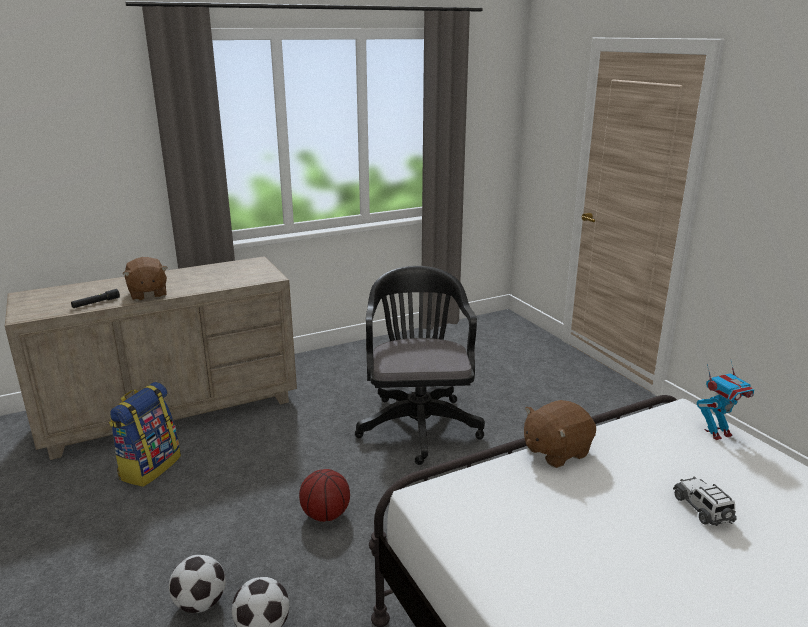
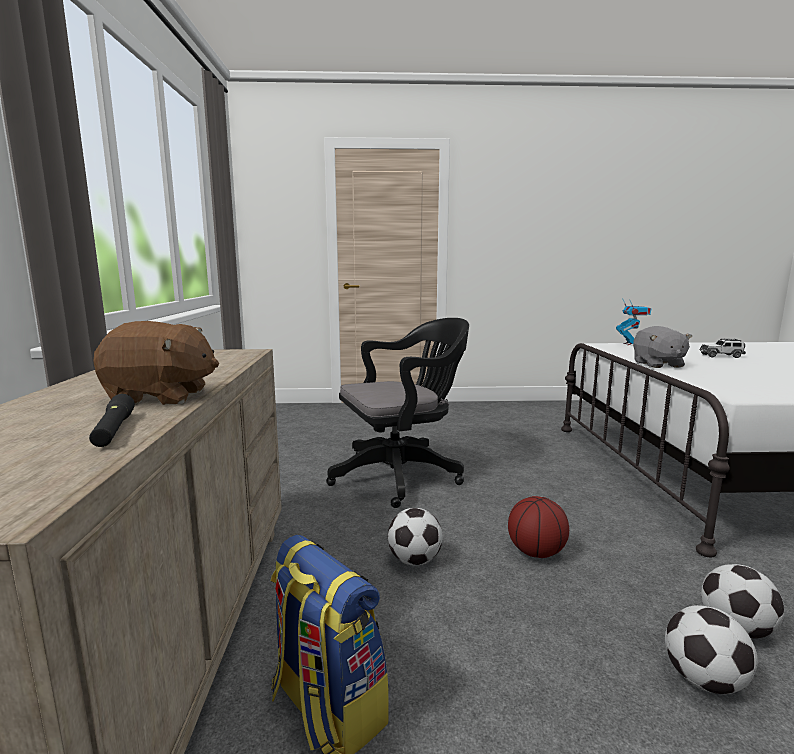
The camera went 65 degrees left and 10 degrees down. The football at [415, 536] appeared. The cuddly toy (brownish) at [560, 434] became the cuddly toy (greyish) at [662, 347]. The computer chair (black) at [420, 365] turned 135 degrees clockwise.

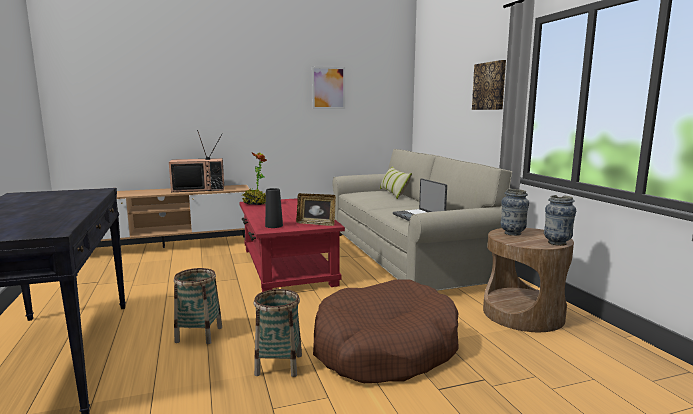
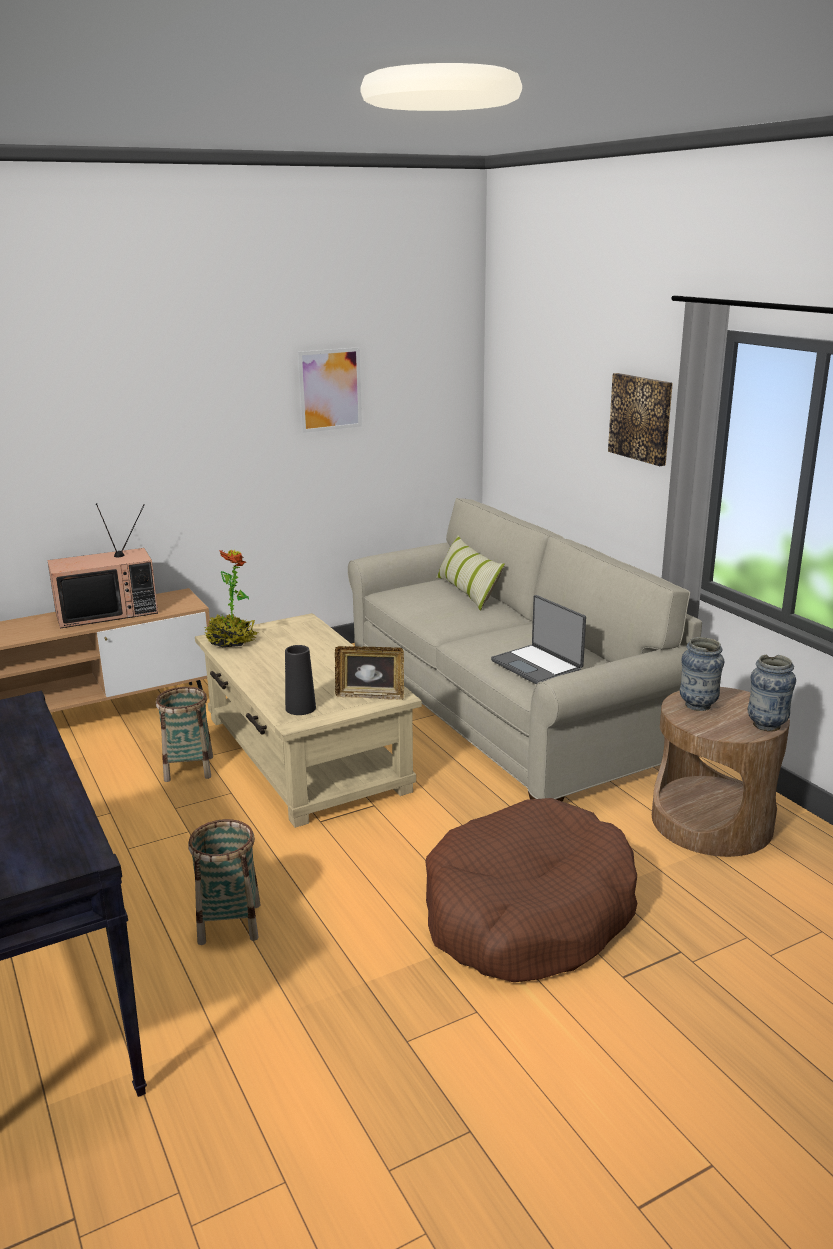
The camera went 10 degrees left and 10 degrees up. The household basket moved from [278, 333] to [184, 734]. The low table (red) at [292, 245] became the low table (beige-coloured) at [308, 720].

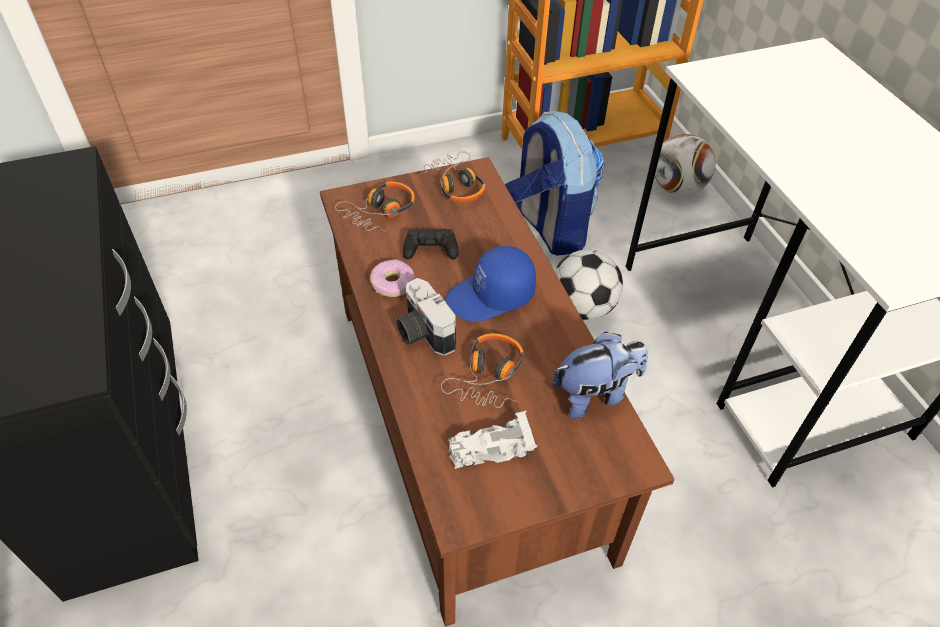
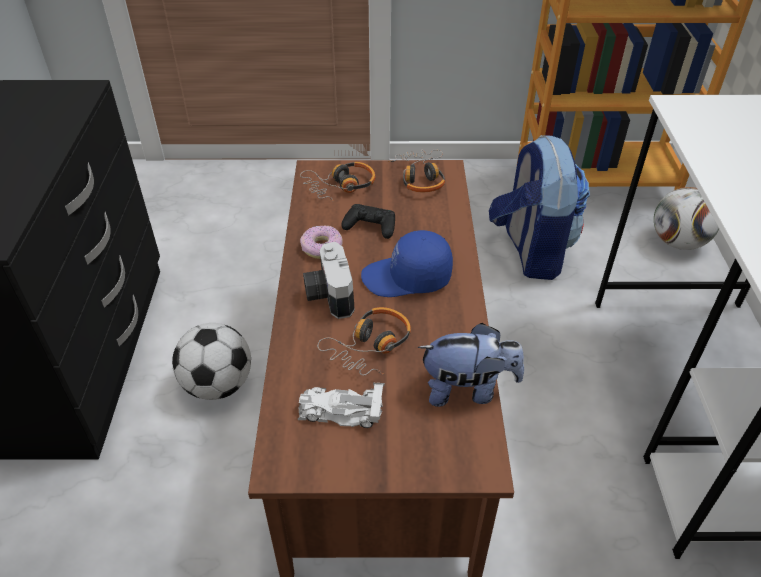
The camera went 20 degrees right and 5 degrees down. The football moved from [589, 285] to [211, 361].

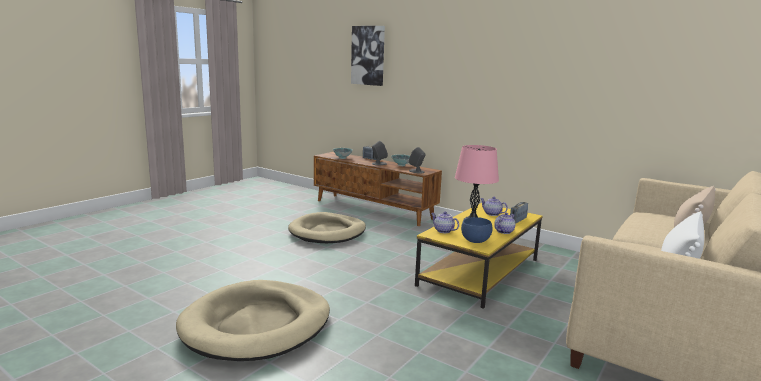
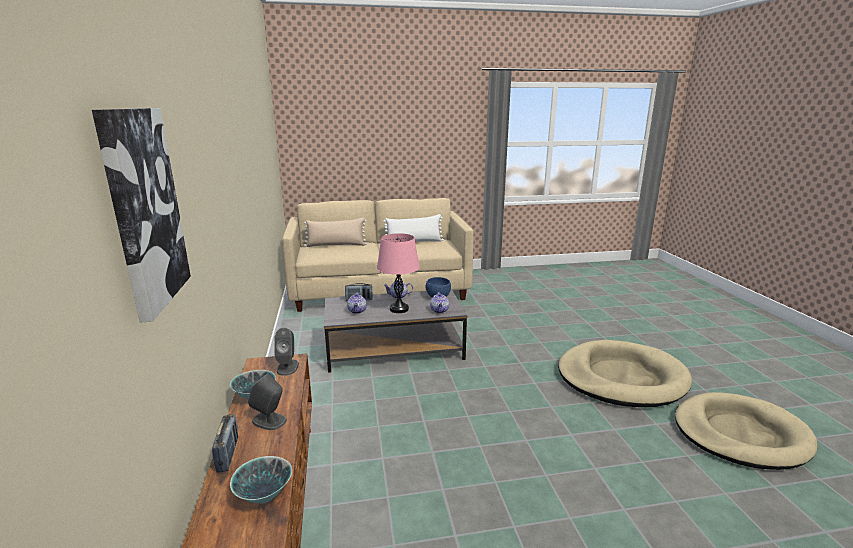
The camera went 135 degrees left and 5 degrees up. The dog bed (beige-coloured) moved from [327, 227] to [746, 431]. The low table (yellow-coloured) at [478, 256] became the low table (greyish) at [396, 331].

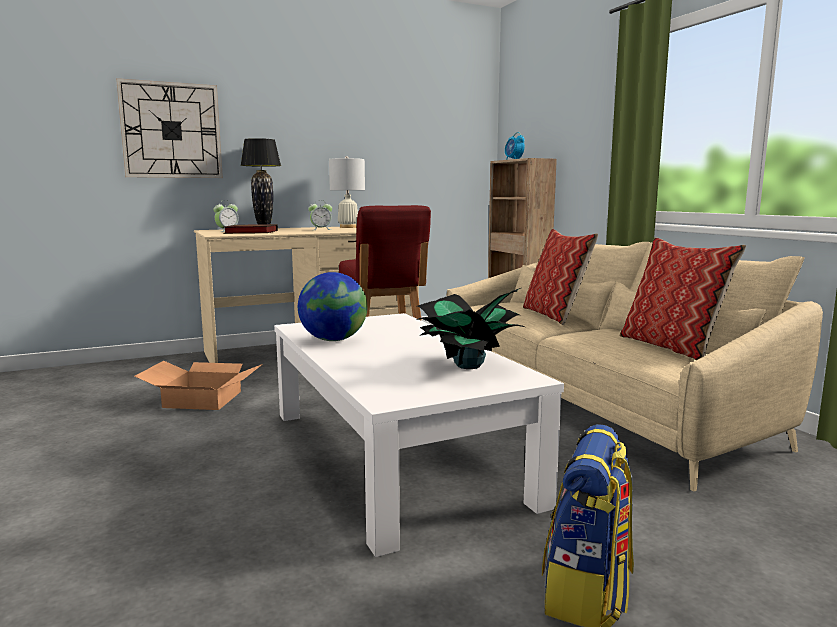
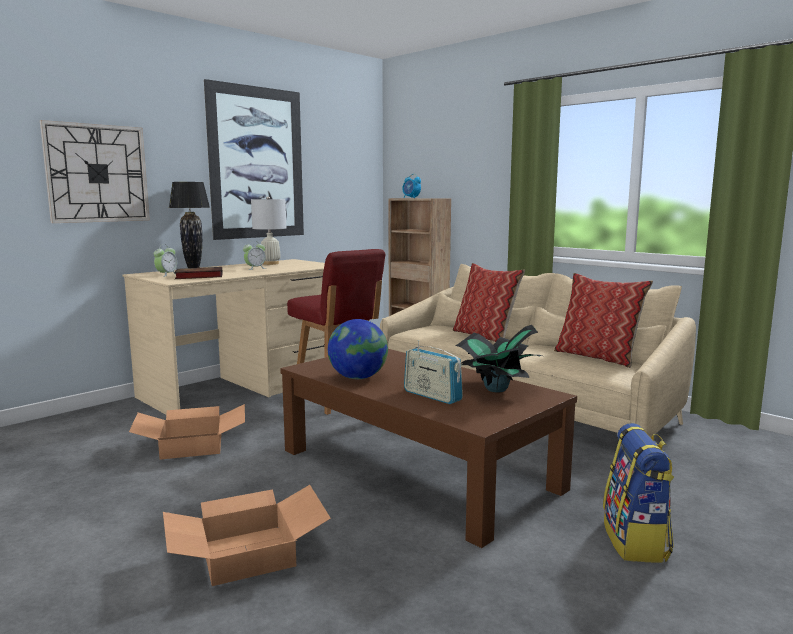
The camera went 20 degrees left and 0 degrees up. The cardboard box at [247, 535] appeared. The wall art at [254, 159] appeared. The radio at [433, 372] appeared. The low table (white) at [419, 435] became the low table (brownish) at [428, 448].

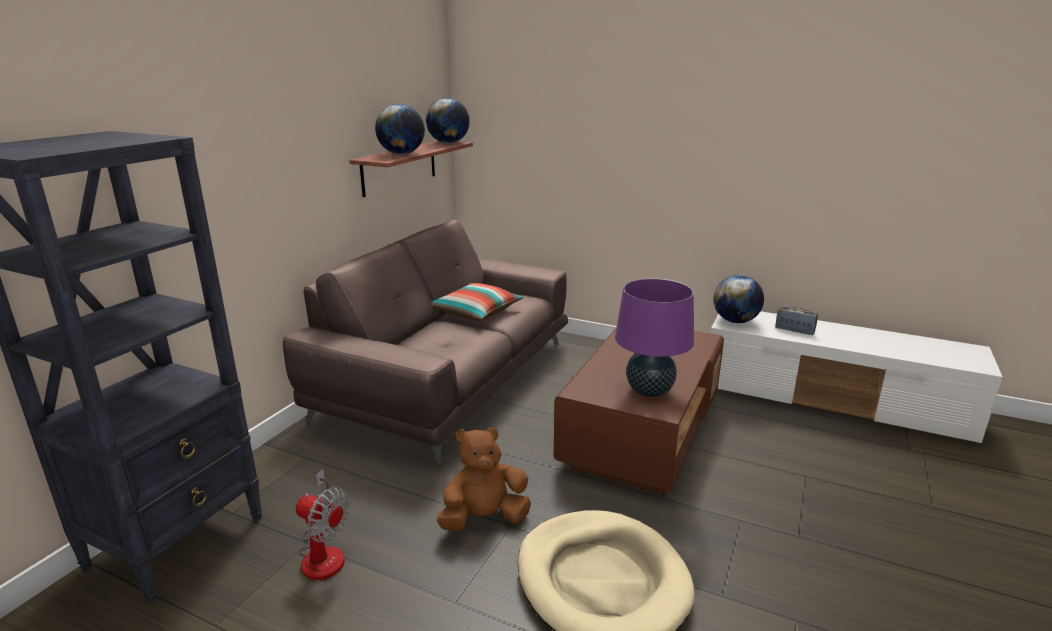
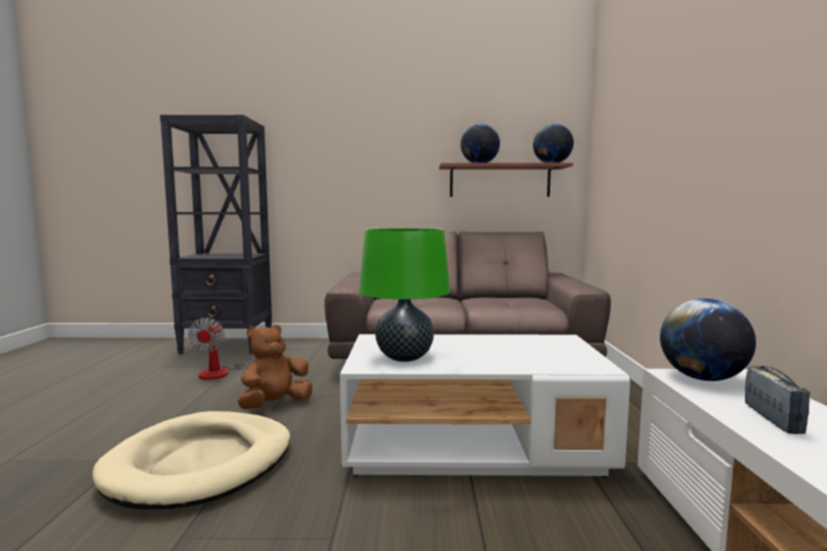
The camera went 65 degrees right and 15 degrees down. The throw pillow at [477, 302] disappeared. The low table (brownish) at [639, 411] became the low table (white) at [485, 406]. The tabletop lamp (purple) at [654, 337] became the tabletop lamp (green) at [404, 295]. The cuddly toy (brownish) at [484, 479] turned 90 degrees counterclockwise.

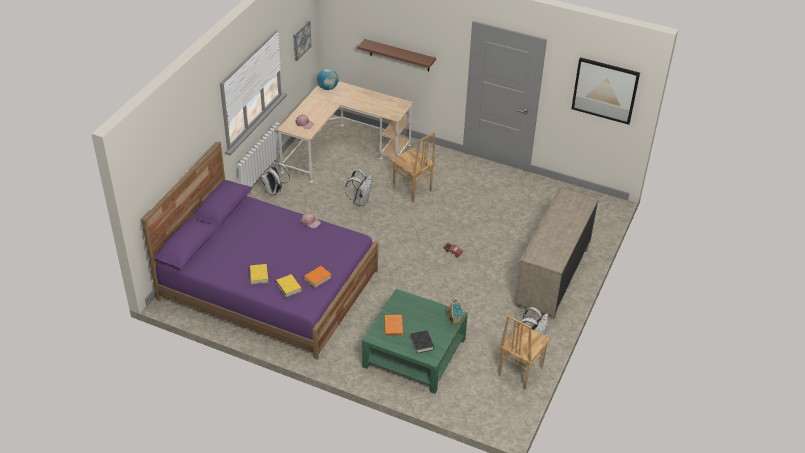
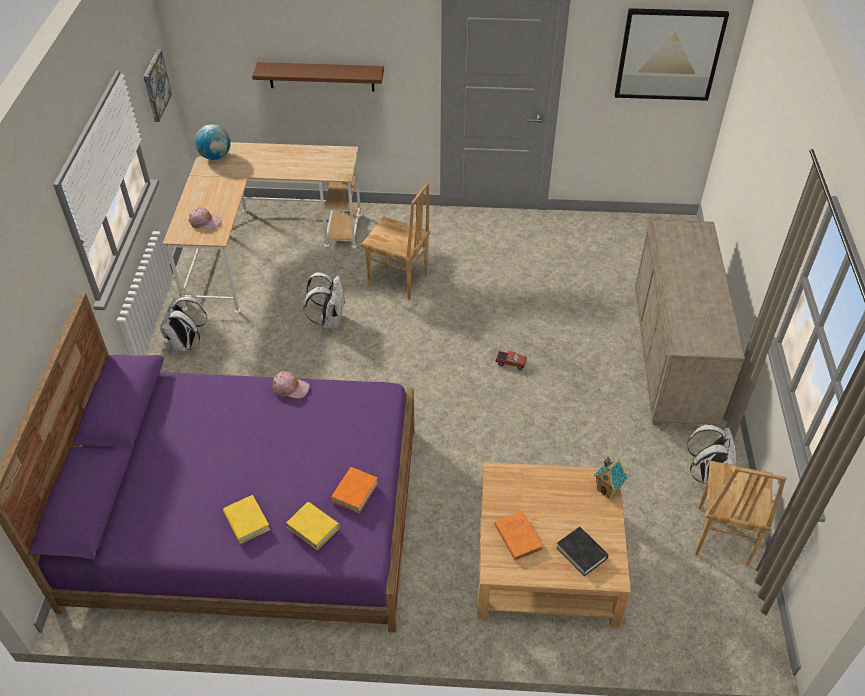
The camera went 20 degrees left and 5 degrees up. The low table (green) at [415, 341] became the low table (beige-coloured) at [554, 544].

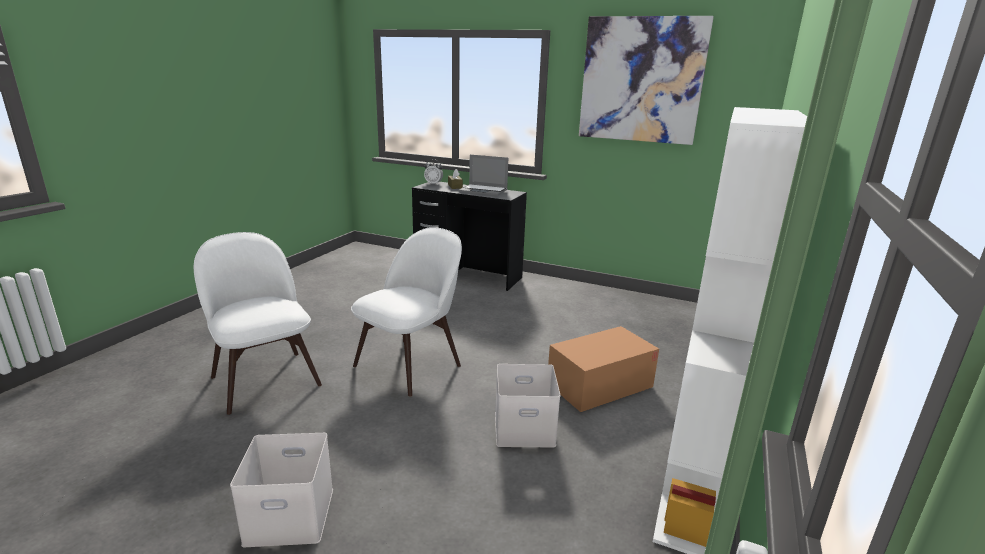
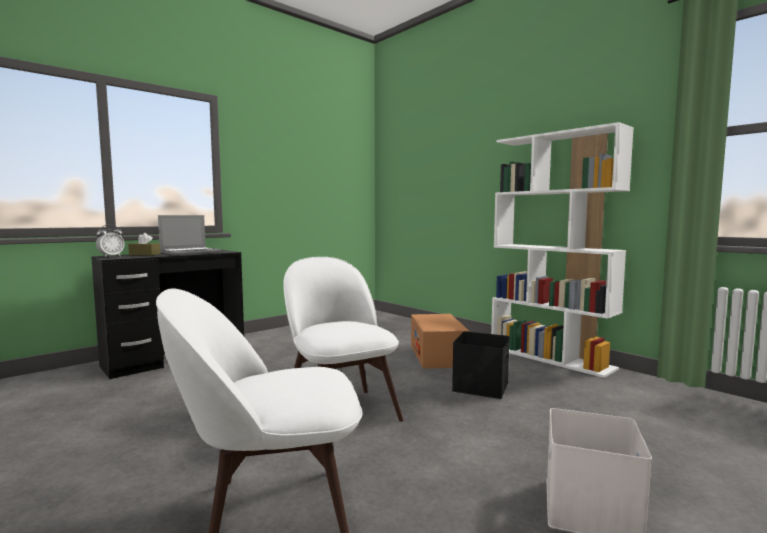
The camera went 65 degrees left and 15 degrees down. The wall art at [646, 80] disappeared. The storage container (white) at [527, 405] became the storage container (black) at [481, 365].

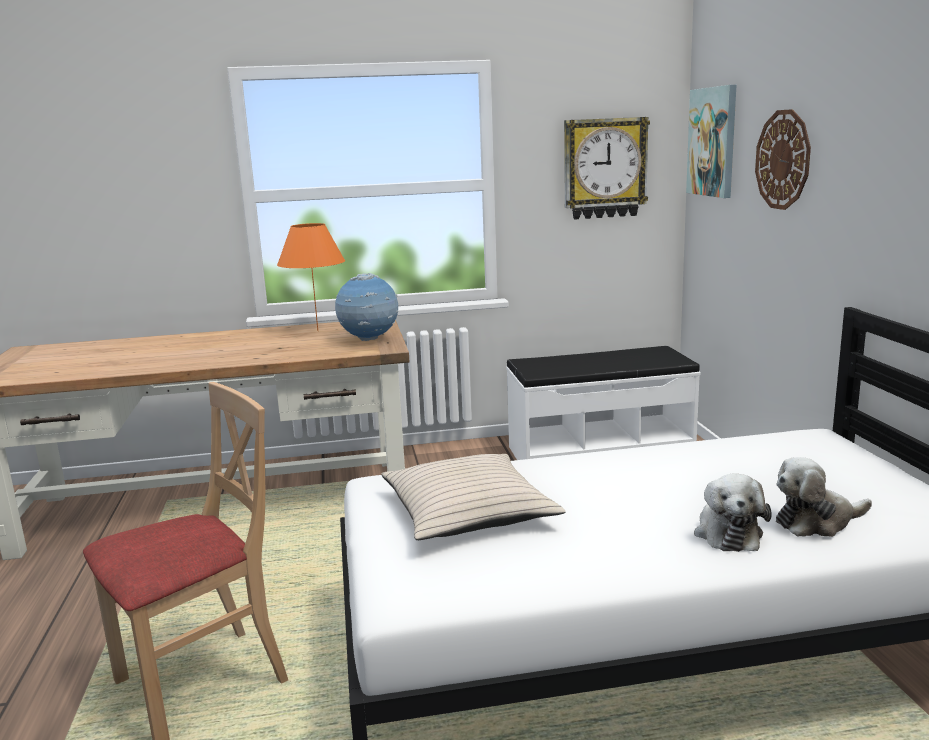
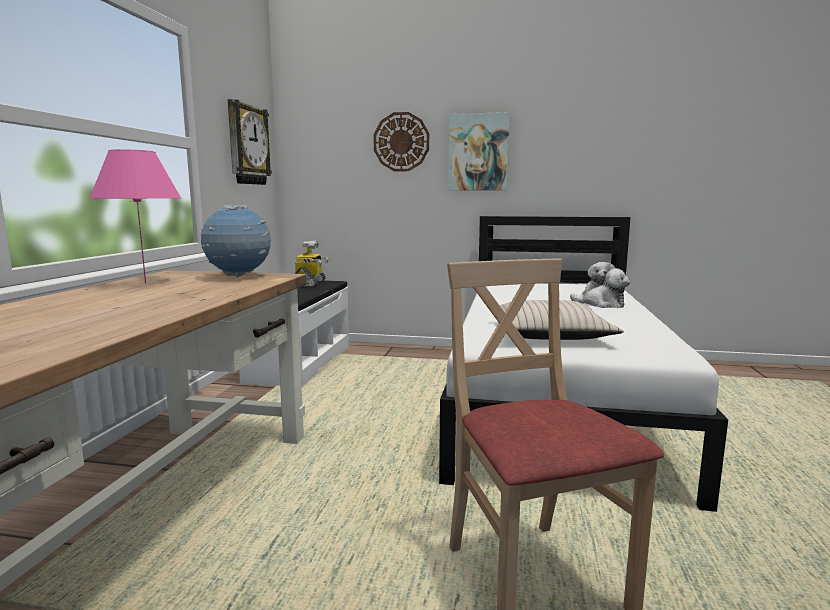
The camera went 70 degrees left and 5 degrees down. The robot figure at [312, 264] appeared. The wall art moved from [711, 141] to [479, 151]. The tabletop lamp (orangey) at [311, 277] became the tabletop lamp (pink-coloured) at [135, 216].

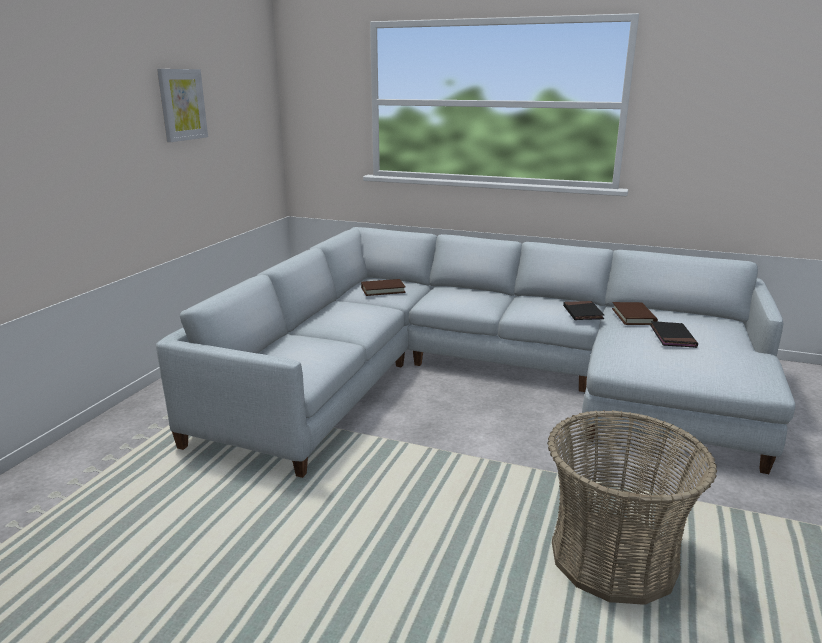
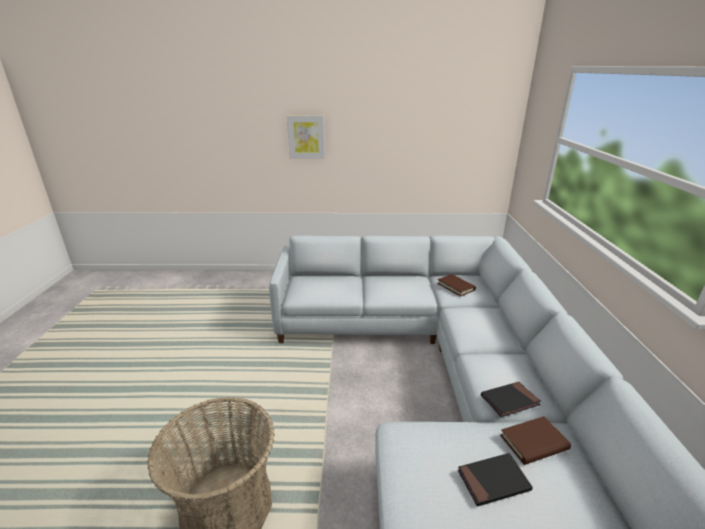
The camera went 70 degrees right and 5 degrees up. The wall art moved from [182, 105] to [306, 137].

